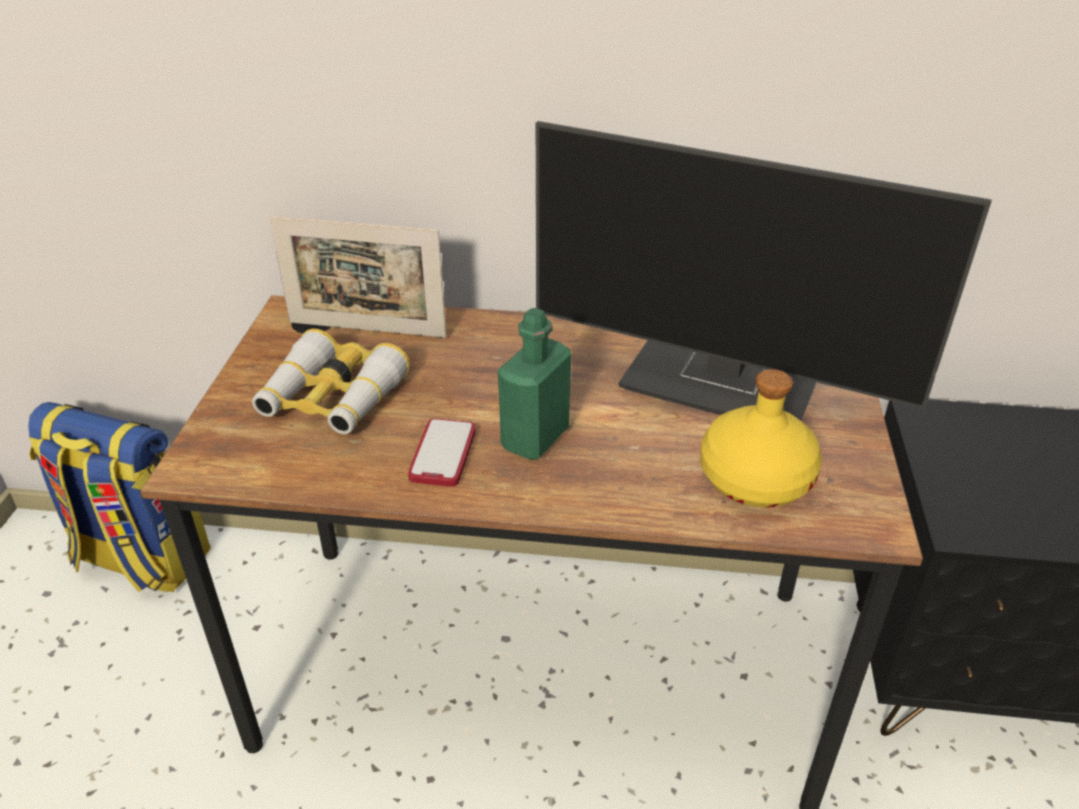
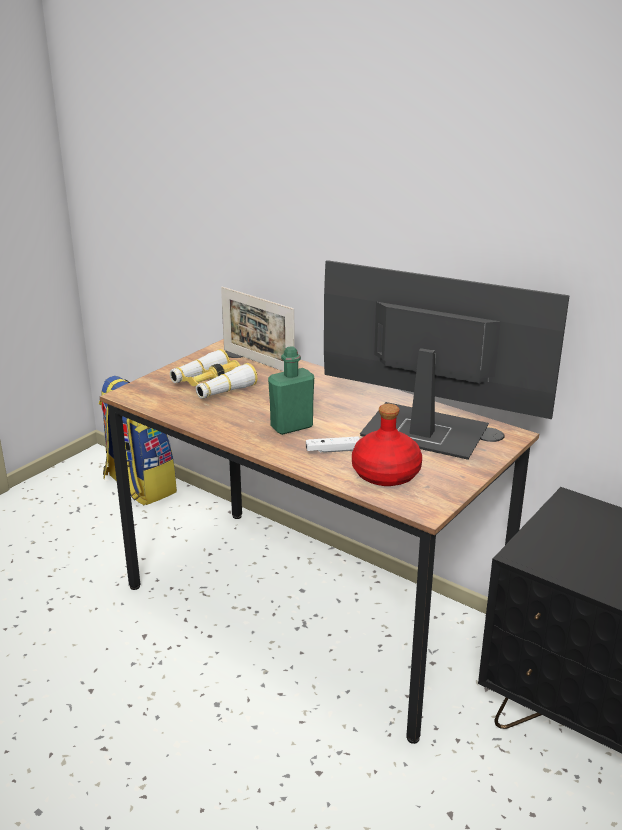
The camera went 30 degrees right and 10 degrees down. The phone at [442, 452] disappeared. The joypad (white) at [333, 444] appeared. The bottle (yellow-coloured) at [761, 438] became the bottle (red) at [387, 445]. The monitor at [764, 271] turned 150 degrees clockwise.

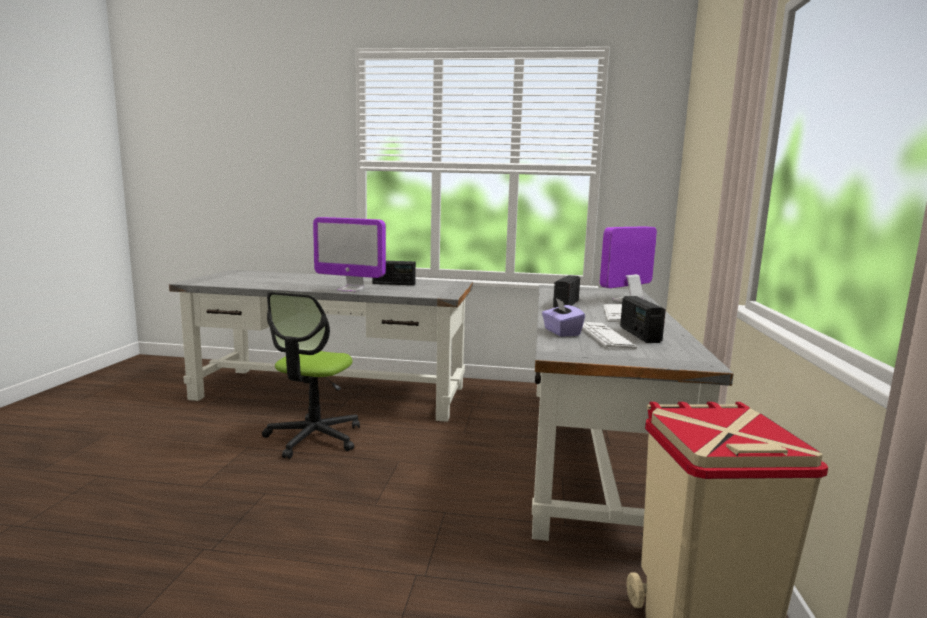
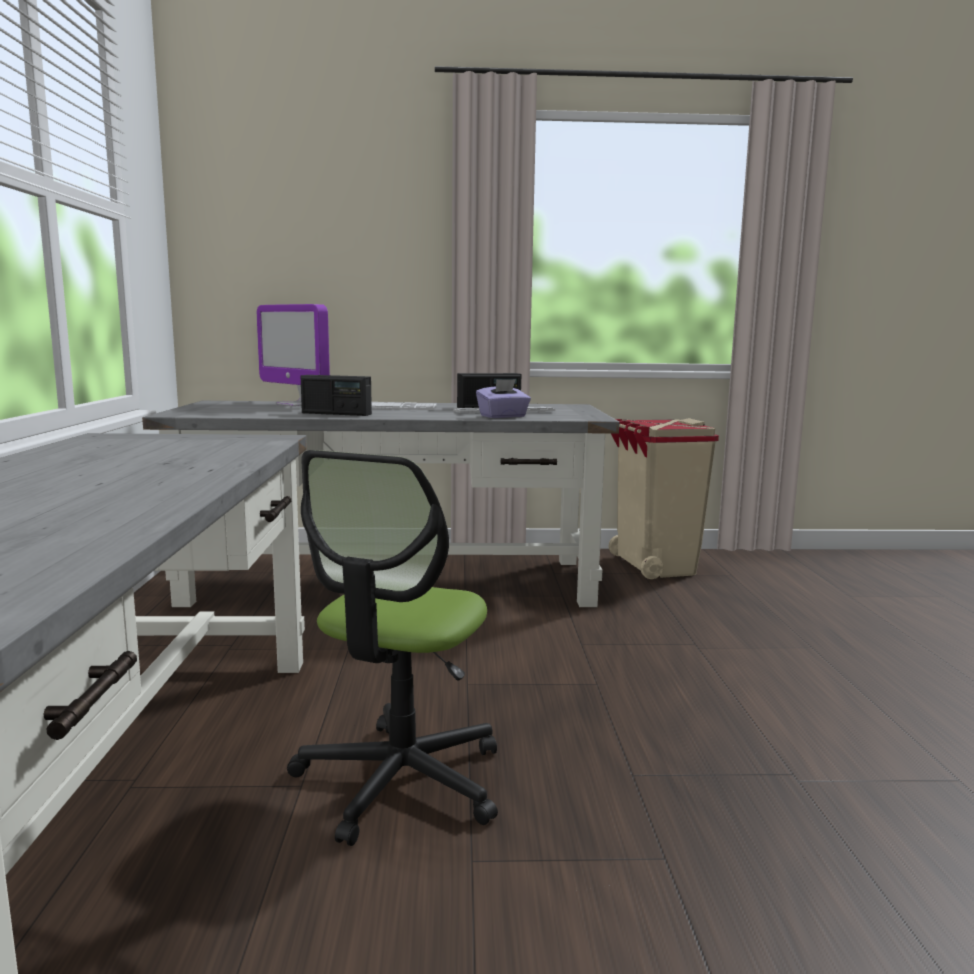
The camera went 100 degrees left and 0 degrees up. The monitor at [349, 254] disappeared. The radio at [394, 273] disappeared. The computer chair at [311, 375] turned 105 degrees clockwise.

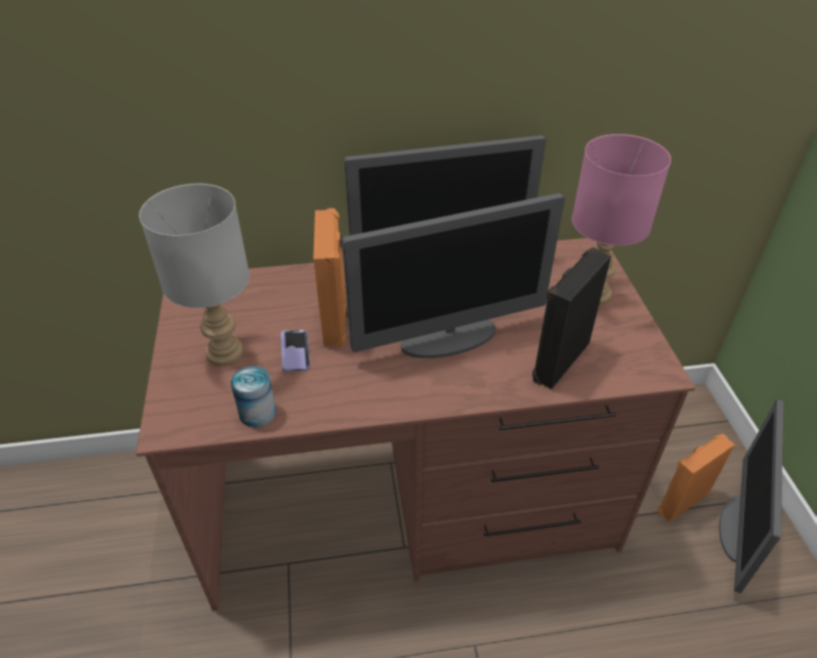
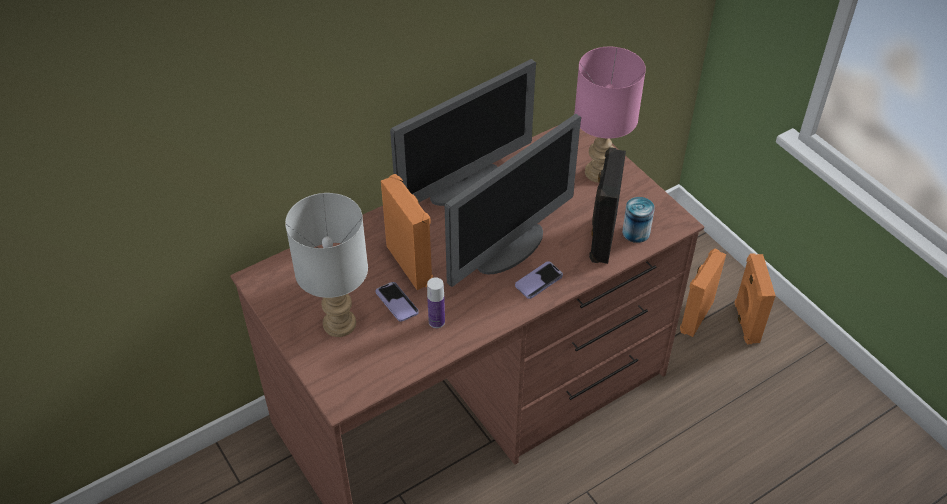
The camera went 25 degrees left and 5 degrees up. The bottle at [436, 302] appeared. The phone at [539, 280] appeared. The metal can moved from [253, 396] to [638, 220]. The monitor at [751, 496] was replaced by the speaker (orangey) at [755, 298].

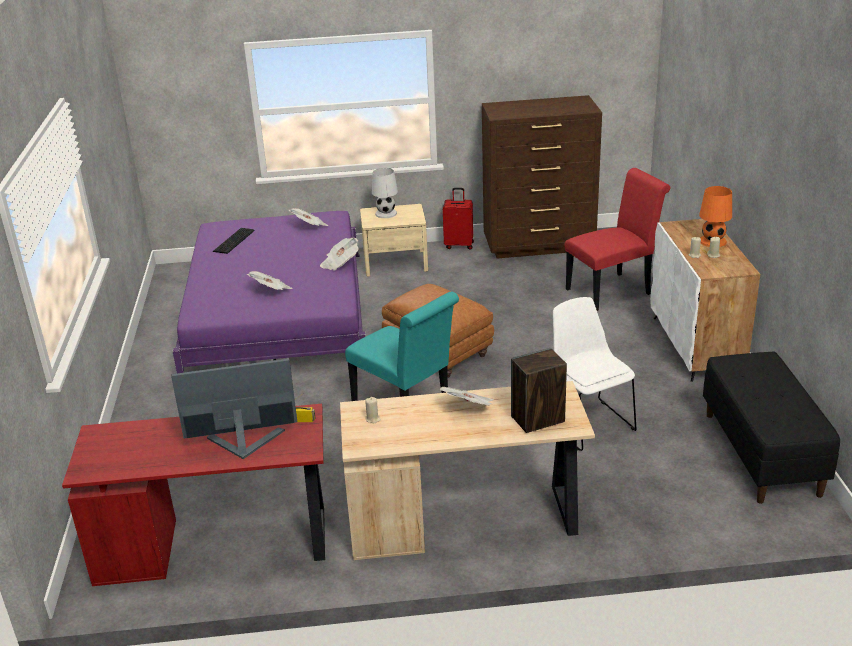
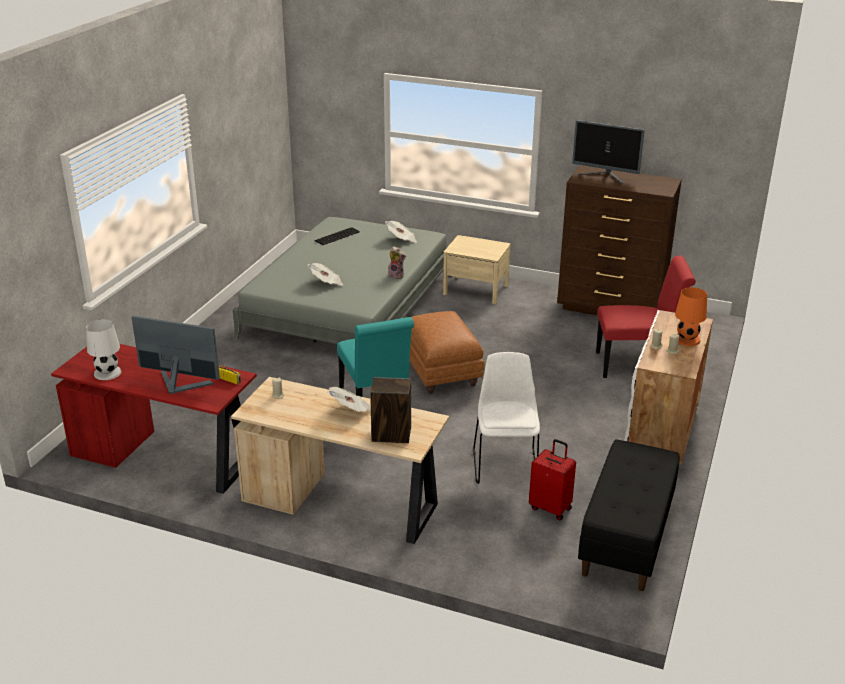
The camera went 25 degrees right and 0 degrees up. The monitor at [608, 152] appeared. The tabletop lamp (white) moved from [385, 193] to [103, 349]. The suitcase (red) moved from [458, 219] to [552, 479]. The newspaper at [339, 254] was replaced by the cuddly toy at [397, 262]. The sleeping bed (purple) at [269, 292] became the sleeping bed (greyish) at [343, 280].

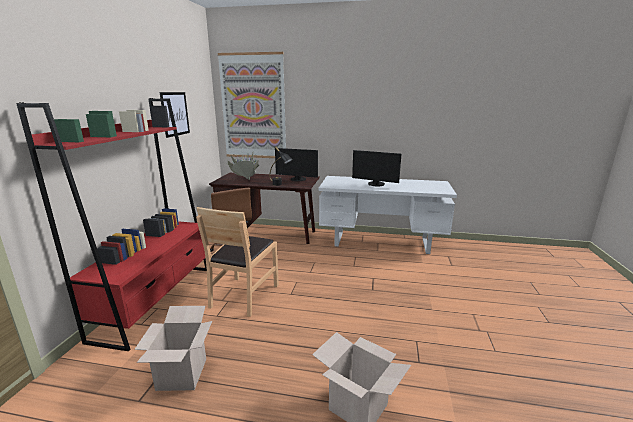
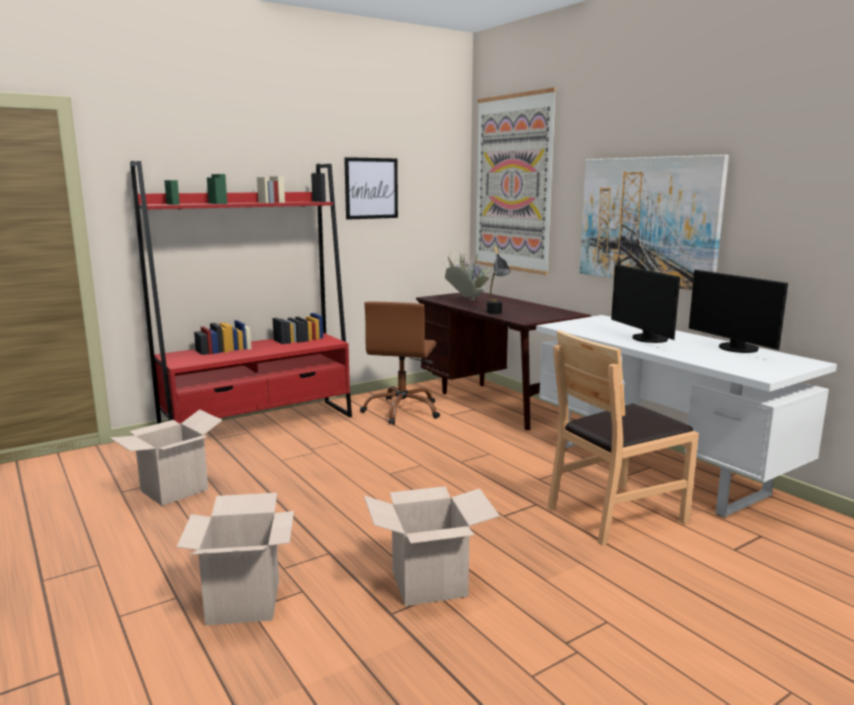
The camera went 45 degrees right and 5 degrees down. The cardboard box at [432, 546] appeared. The wall art at [654, 222] appeared. The plain chair (brownish) moved from [237, 262] to [623, 438]. The monitor moved from [296, 164] to [738, 311].

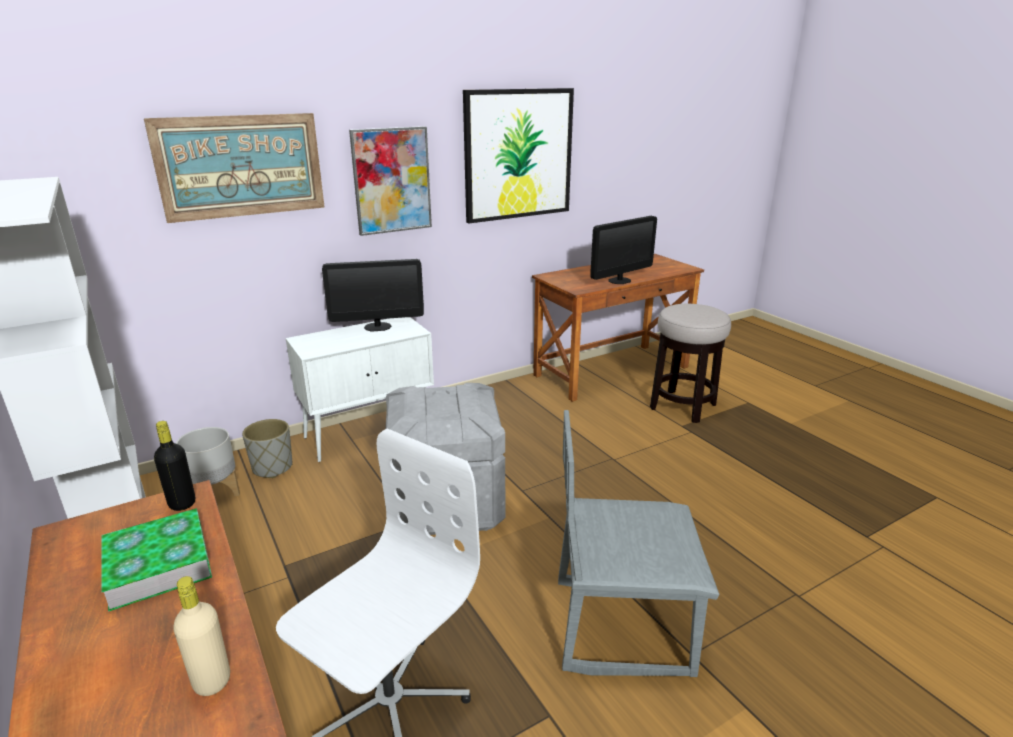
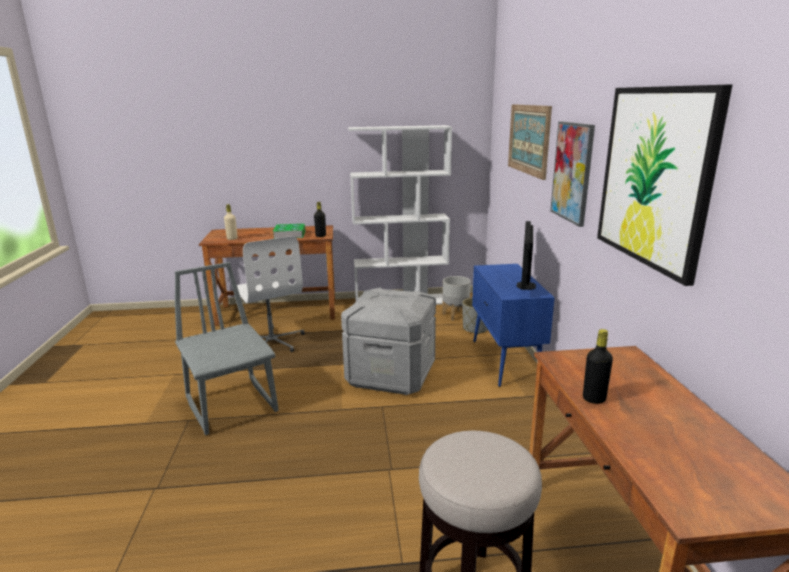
The camera went 115 degrees right and 5 degrees down. The monitor at [623, 250] was replaced by the bottle (black) at [598, 366]. The storage cabinet (white) at [360, 389] became the storage cabinet (blue-coloured) at [513, 325]. The plain chair (greyish) at [638, 543] turned 60 degrees counterclockwise.

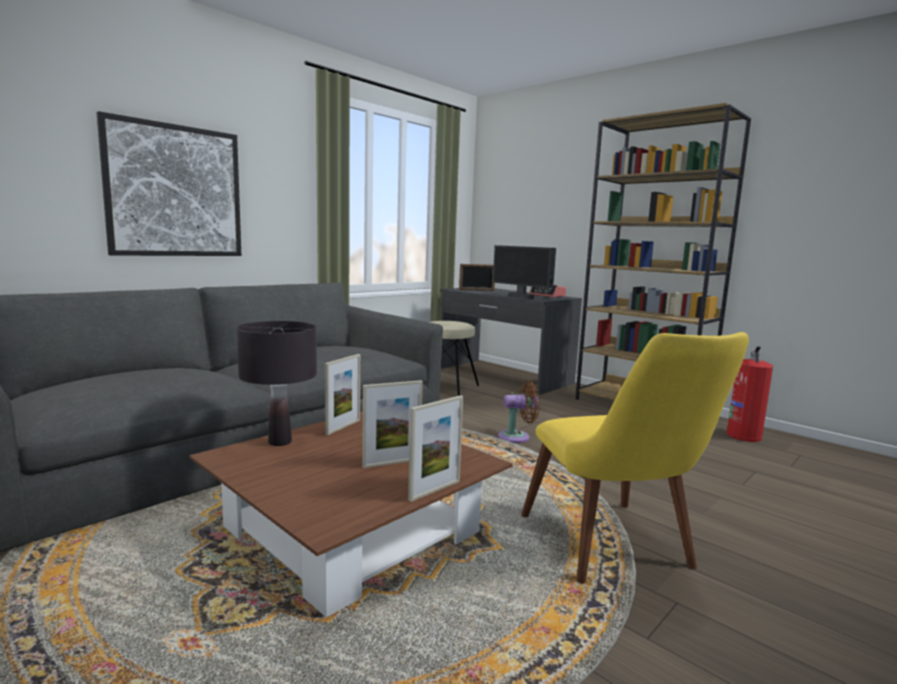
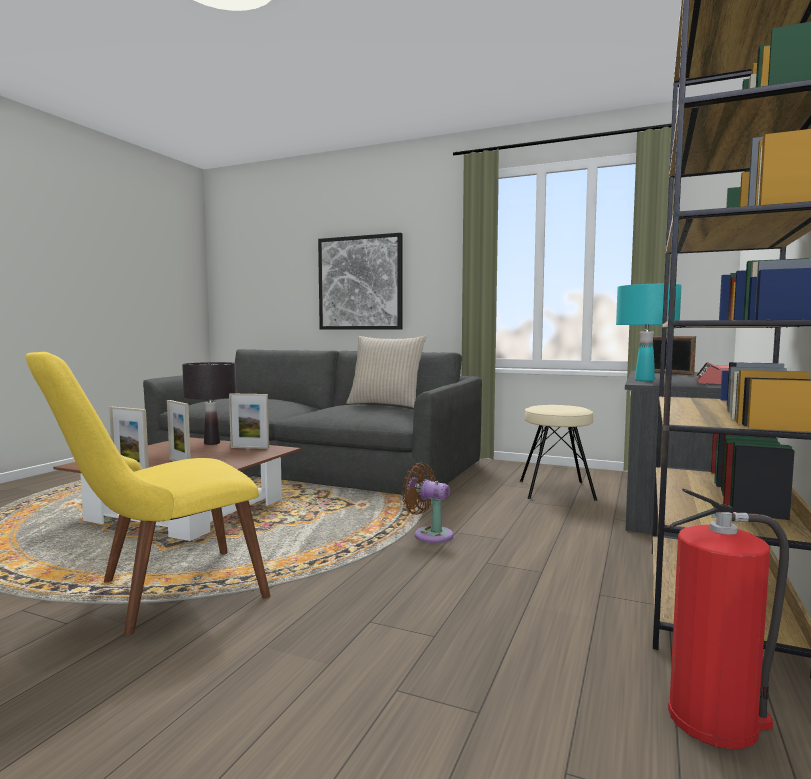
The camera went 70 degrees right and 5 degrees down. The throw pillow (beige-coloured) at [386, 372] appeared. The monitor at [524, 272] was replaced by the tabletop lamp (turquoise) at [649, 332]. The cooling fan (brownish) at [519, 412] turned 150 degrees clockwise.

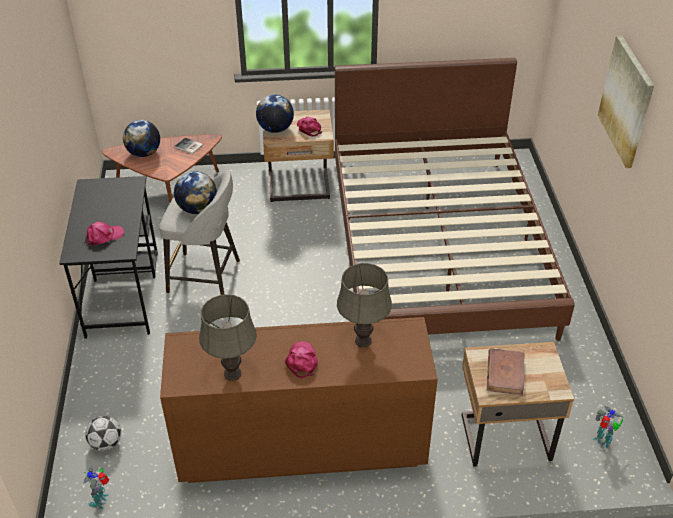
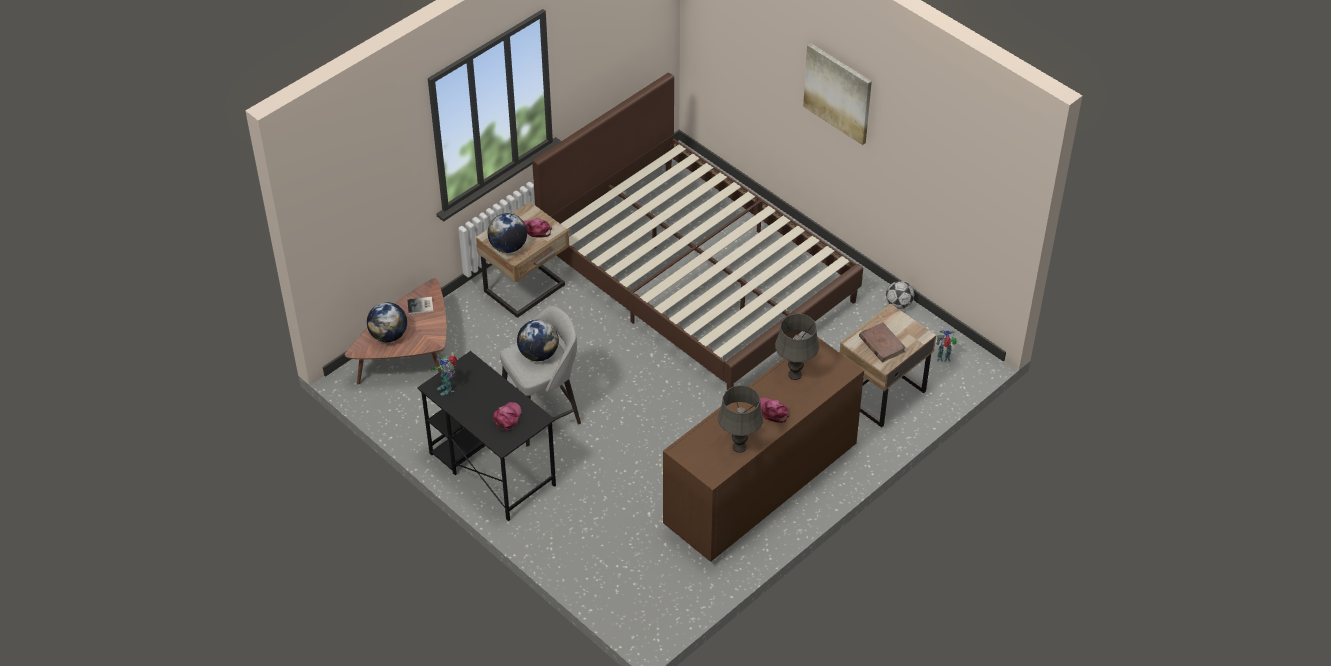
The camera went 40 degrees left and 5 degrees up. The robot figure moved from [96, 487] to [444, 375]. The football moved from [103, 433] to [900, 295].

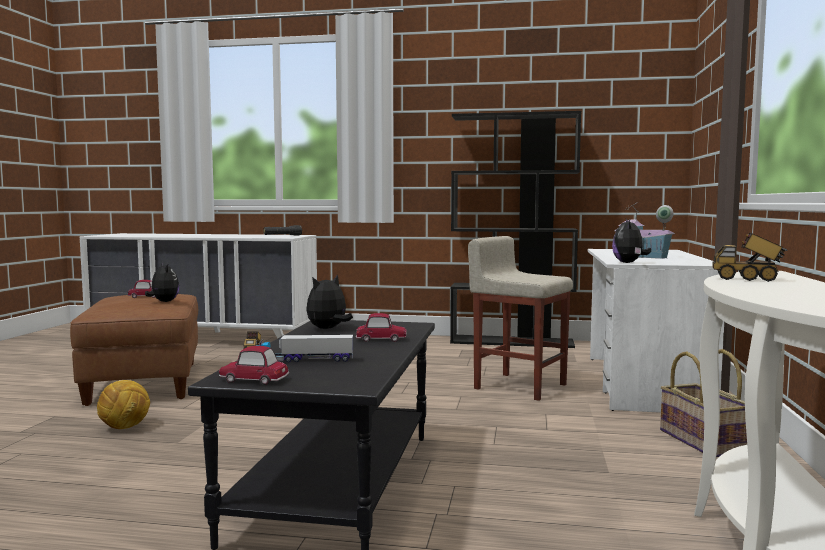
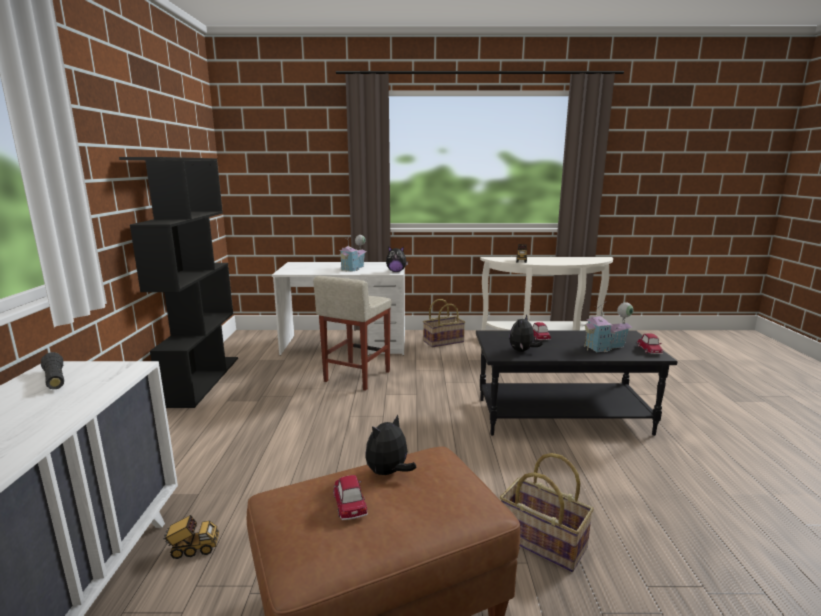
The camera went 100 degrees left and 10 degrees up. The football at [123, 404] was replaced by the household basket at [547, 512]. The toy lorry at [304, 348] was replaced by the miniature house at [608, 327]. The cuddly toy at [329, 301] turned 90 degrees clockwise.

